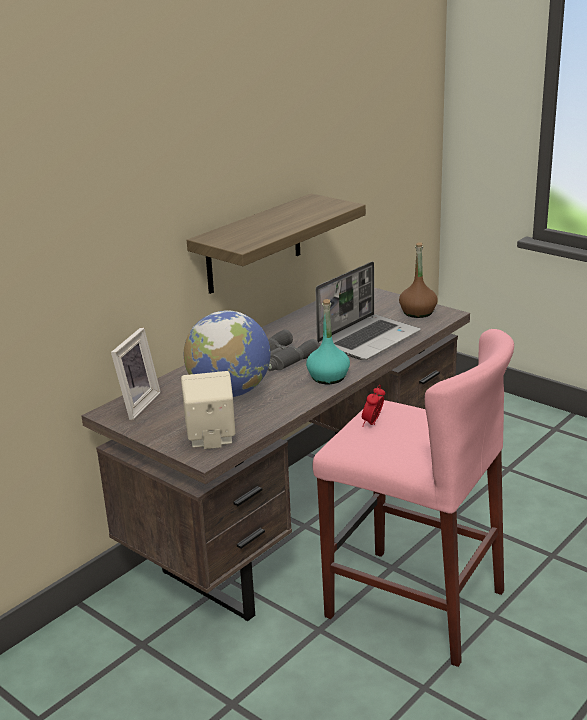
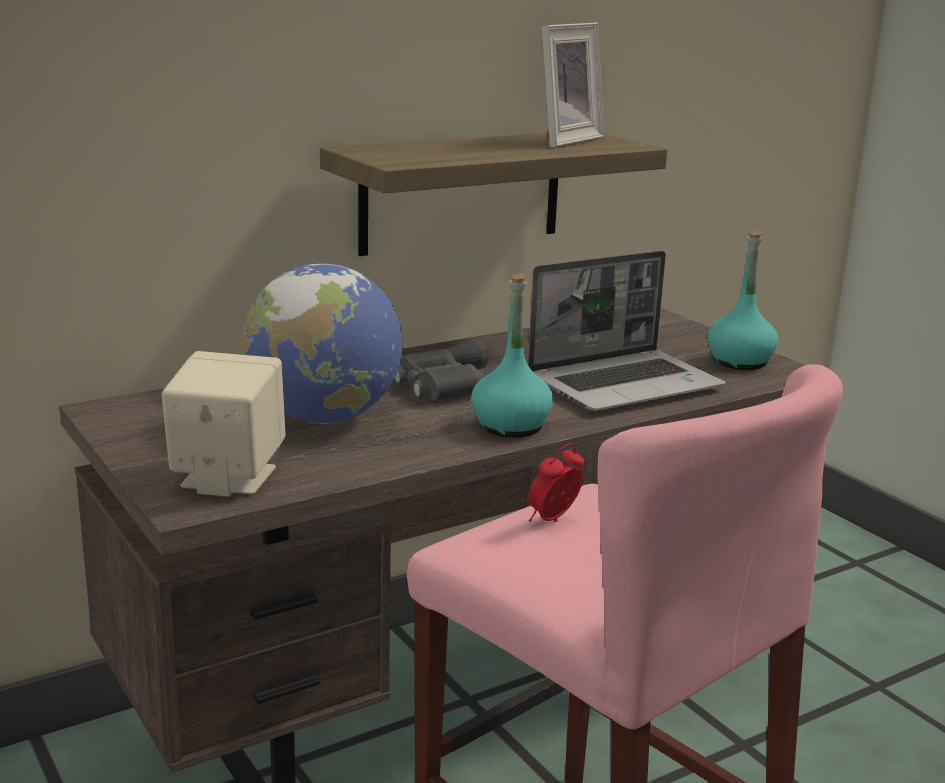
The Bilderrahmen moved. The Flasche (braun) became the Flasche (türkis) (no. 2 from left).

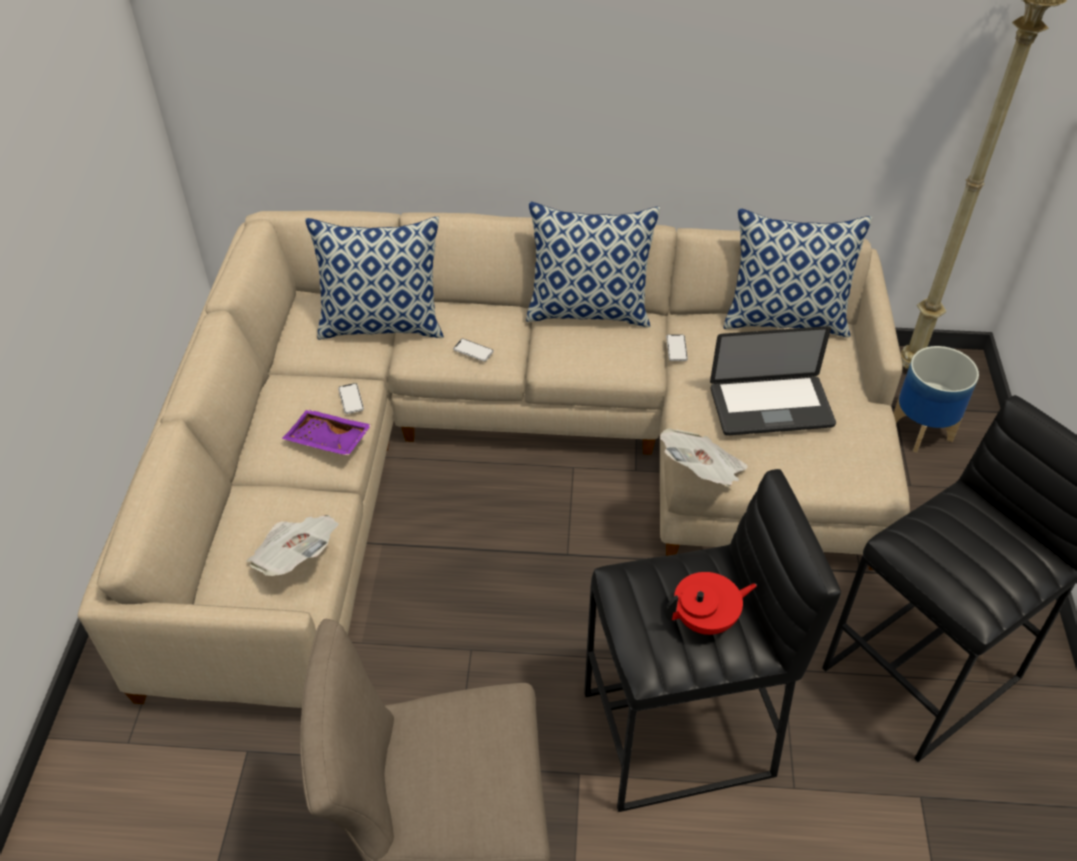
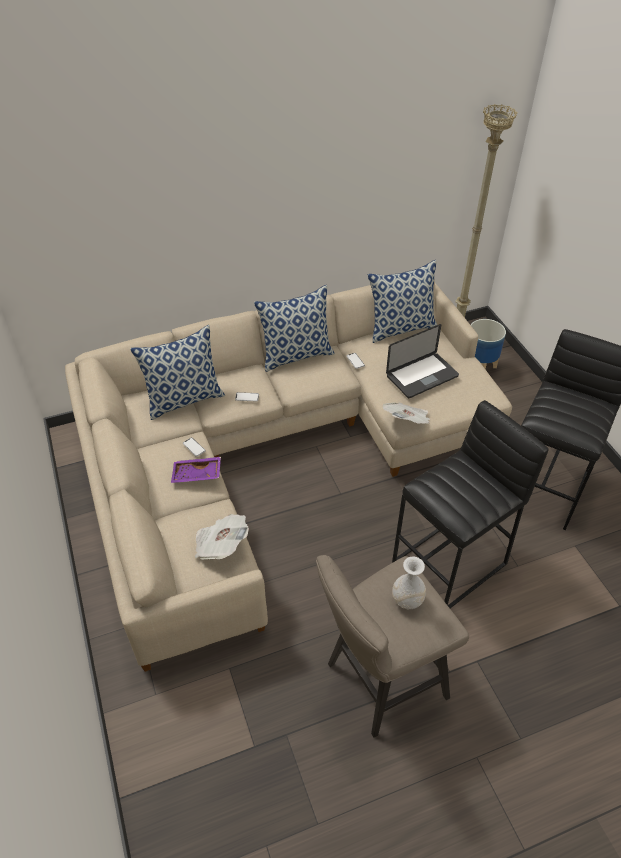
The Teekanne (rot) disappeared. The Vase (weiß) appeared.

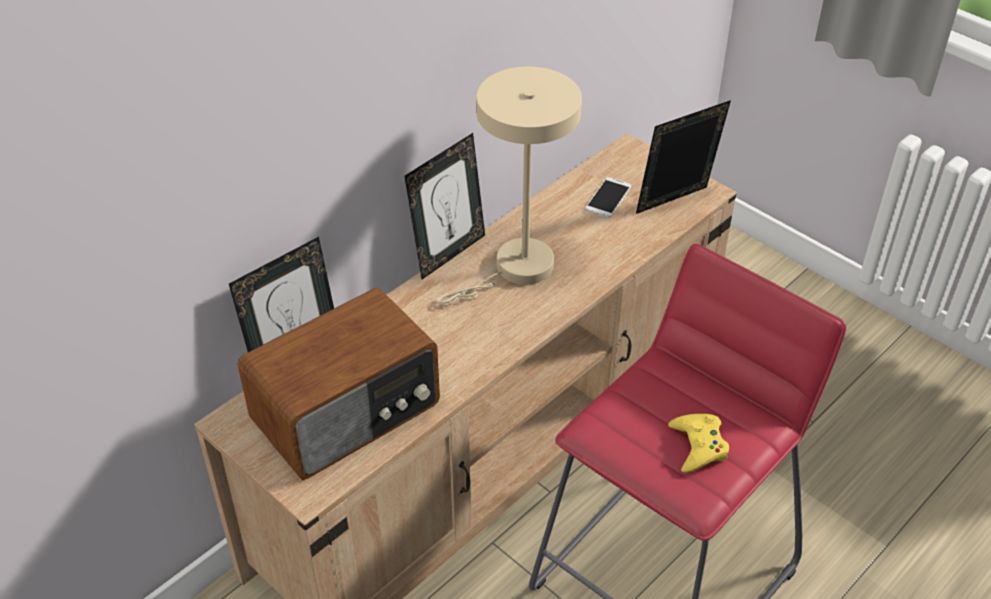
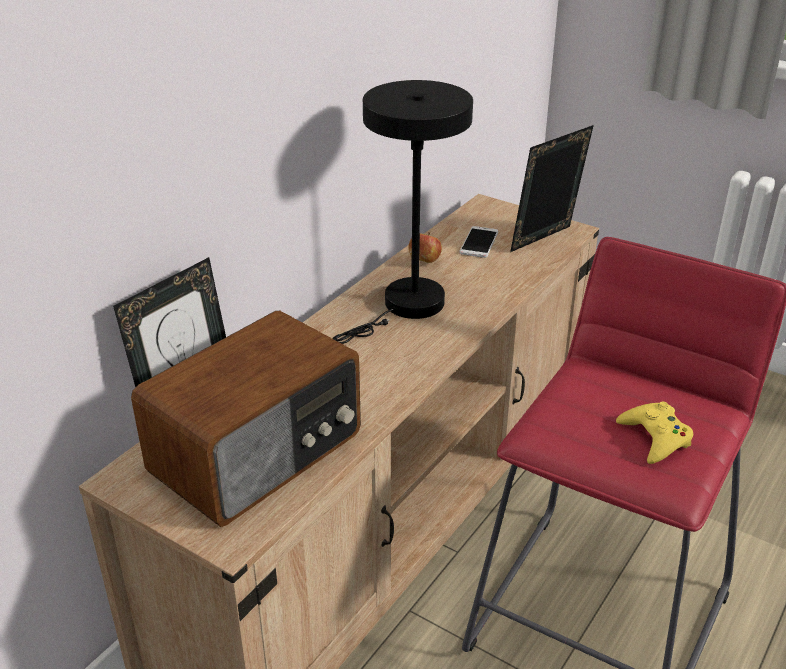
The Bilderrahmen (no. 2 from left) disappeared. The Apfel appeared. The Tischlampe (beige) became the Tischlampe (schwarz).

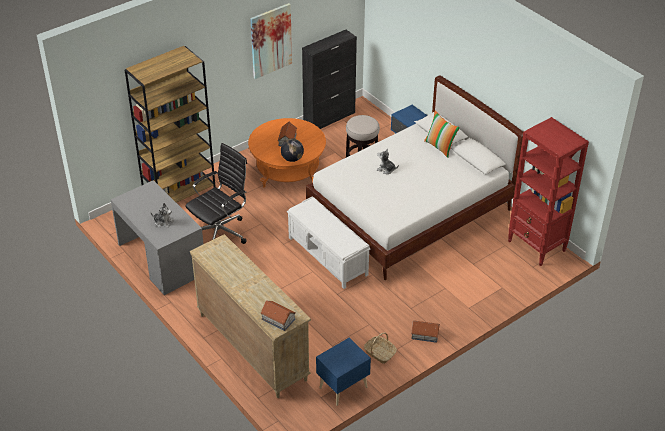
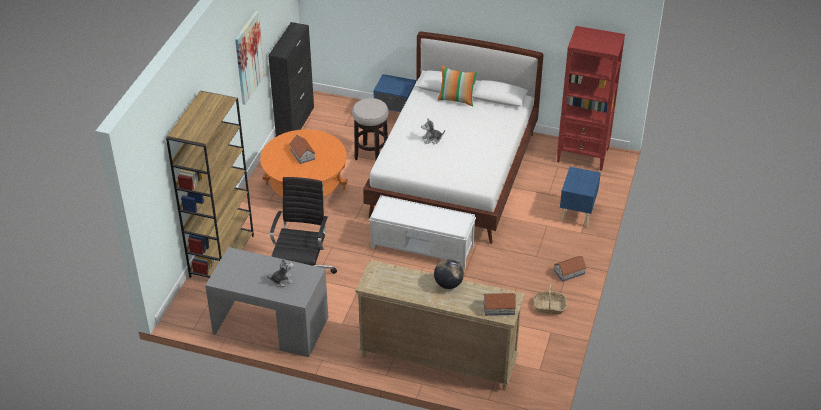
The Globus moved. The Nachttisch (blau) (no. 1 from left in the first image) moved.

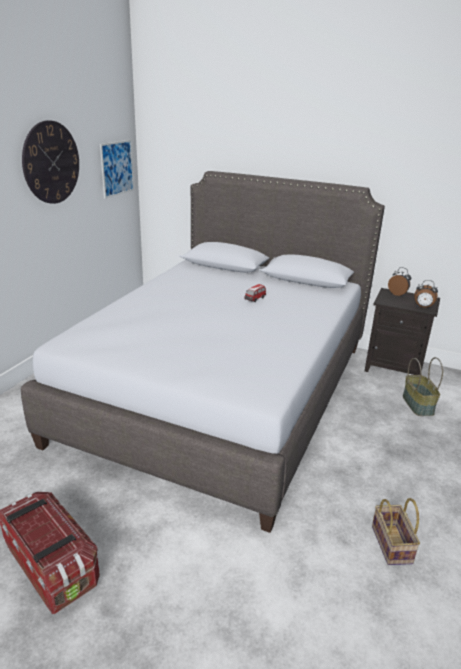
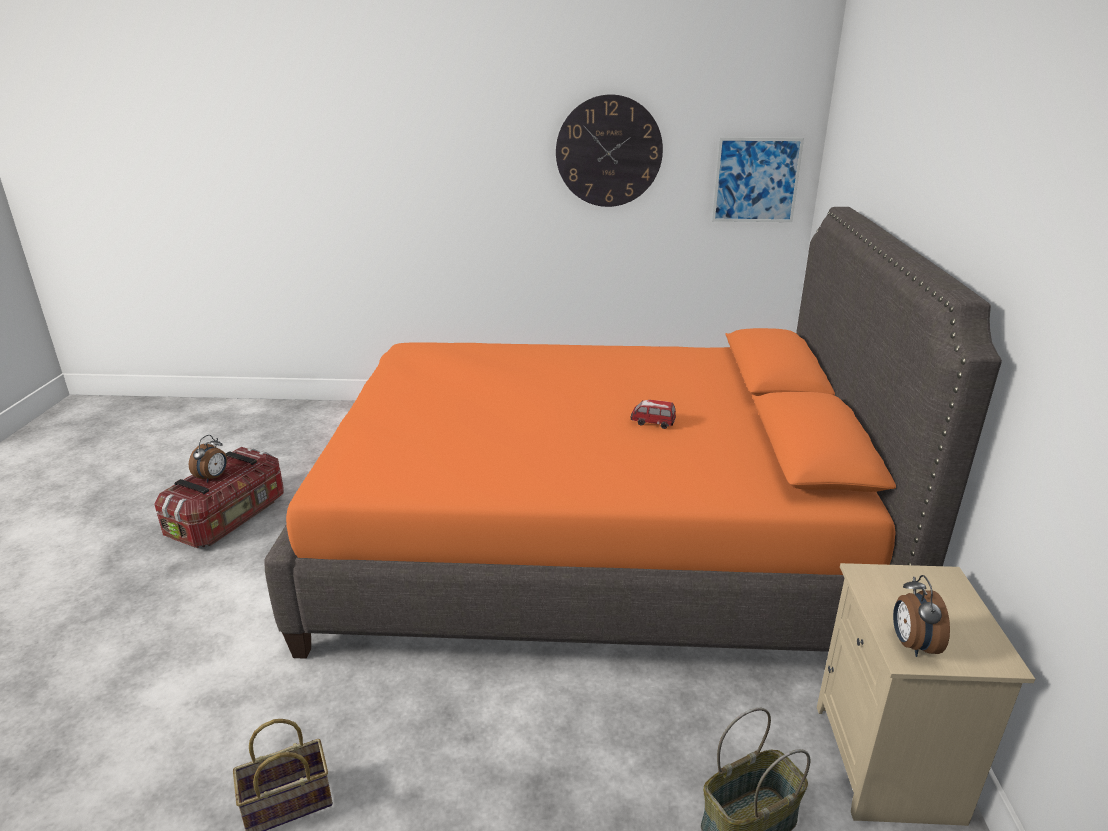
The Wecker (no. 1 from left) moved. The Bett (grau) became the Bett (orange). The Nachttisch (schwarz) became the Nachttisch (beige).

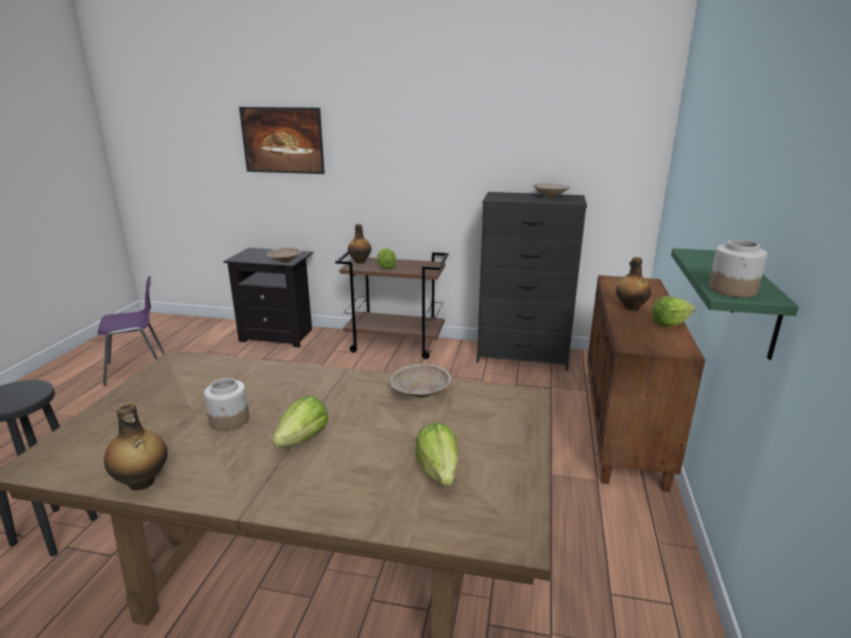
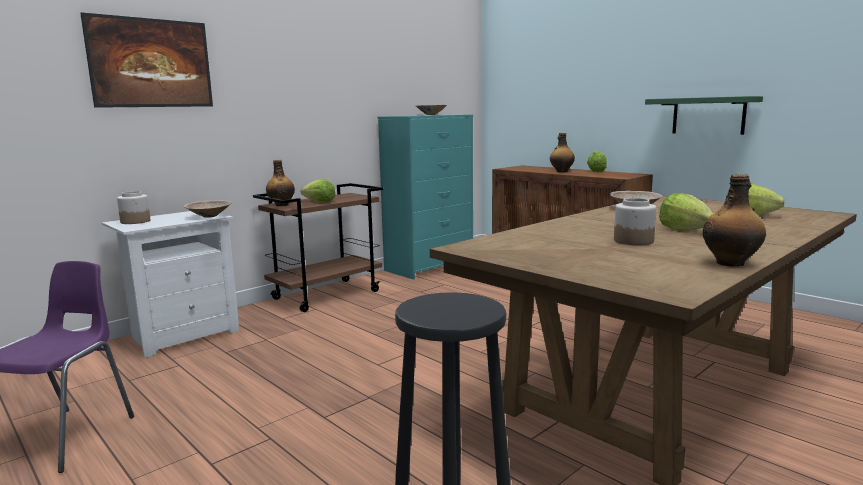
The Vorratsglas (no. 2 from left in the first image) moved. The Nachttisch (schwarz) became the Nachttisch (weiß). The Kommode (schwarz) became the Kommode (türkis).

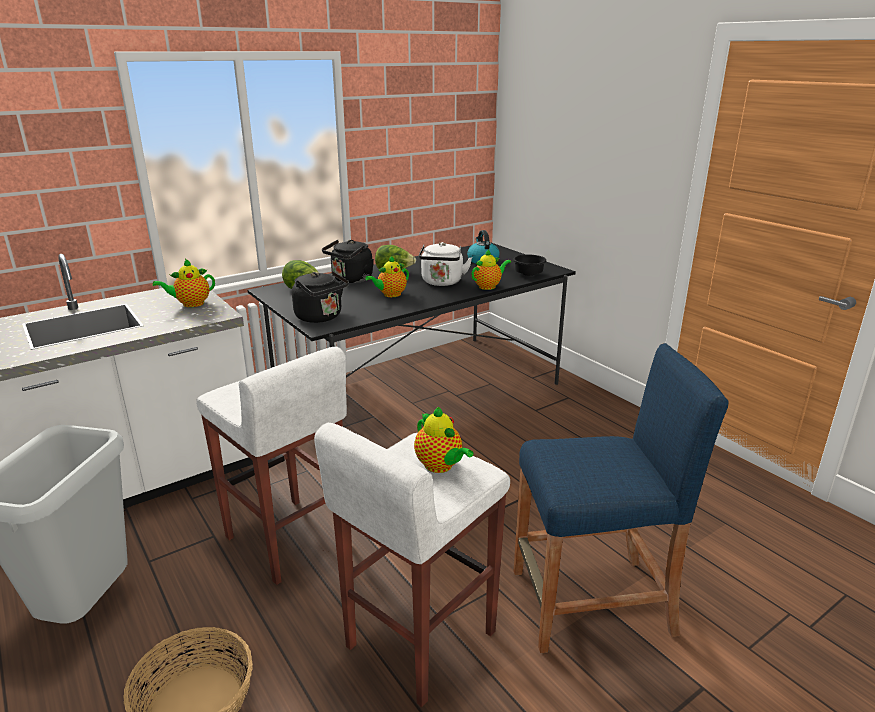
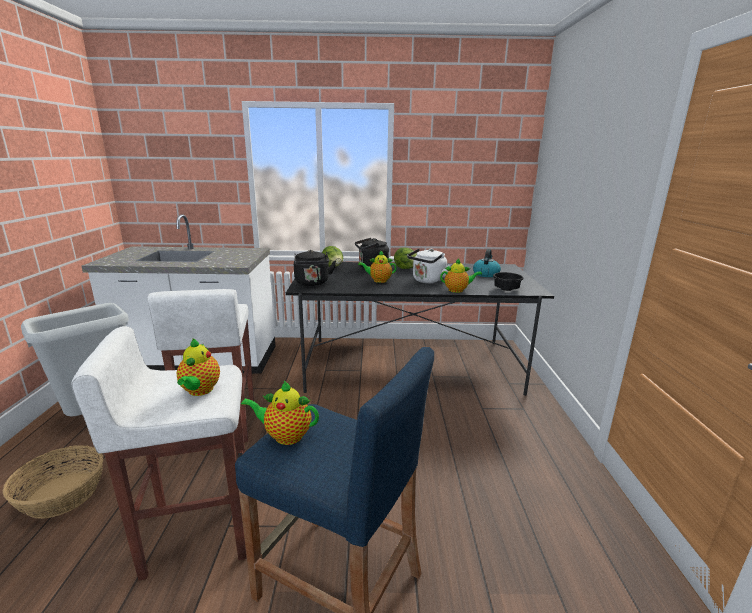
The Teekanne (no. 1 from left in the first image) moved.

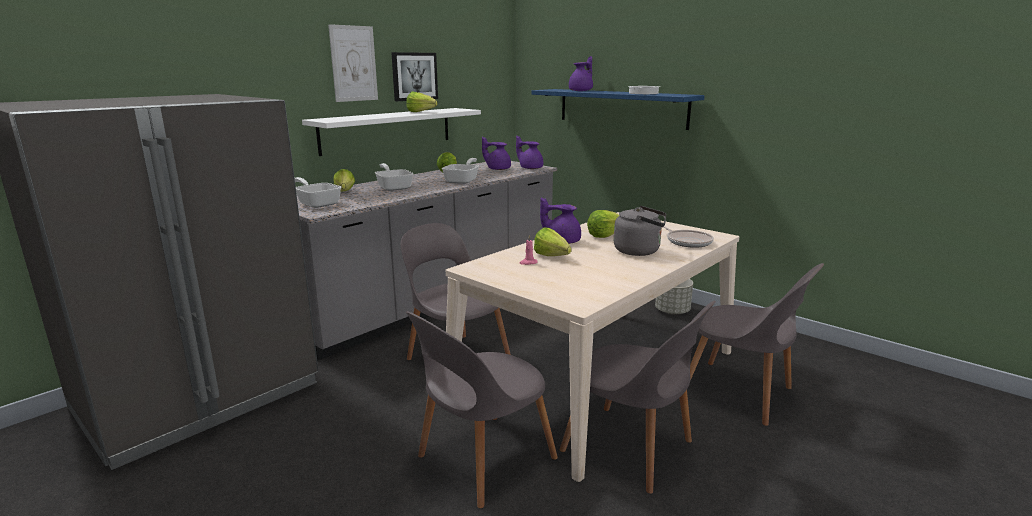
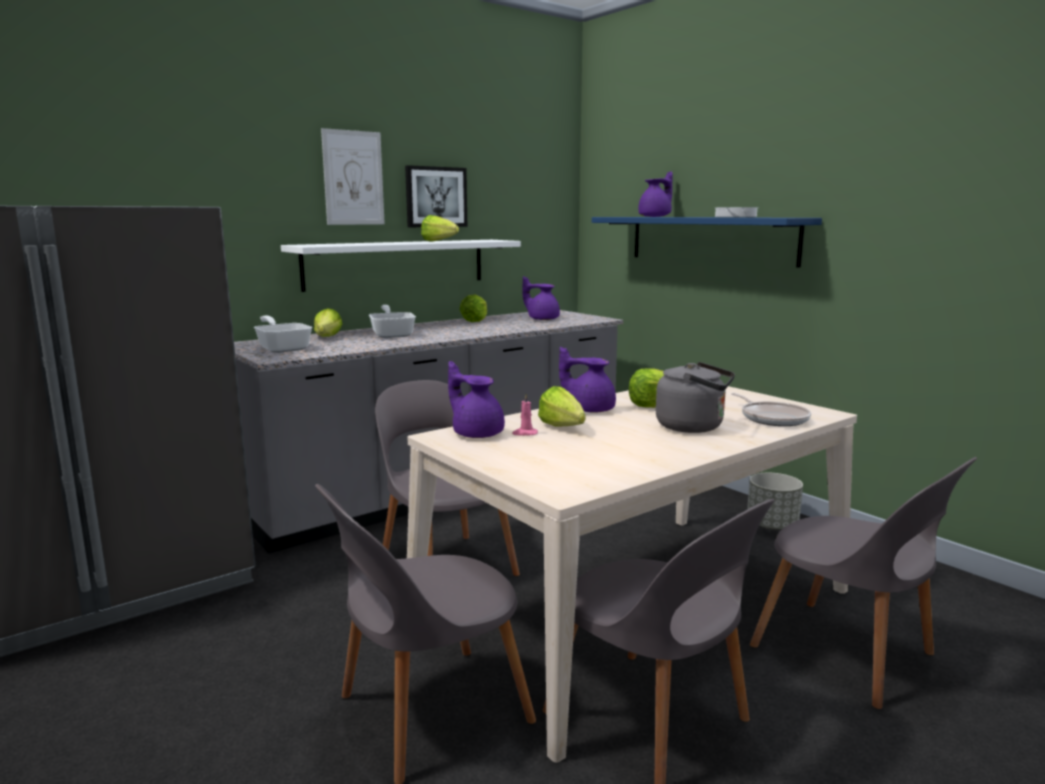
The Pfanne (no. 3 from left) disappeared. The Teekanne (lila) (no. 2 from left in the first image) moved.

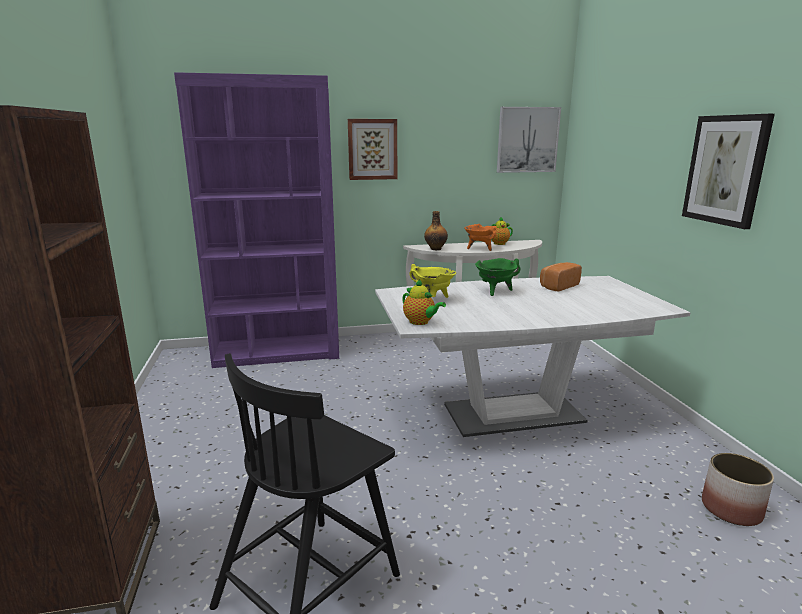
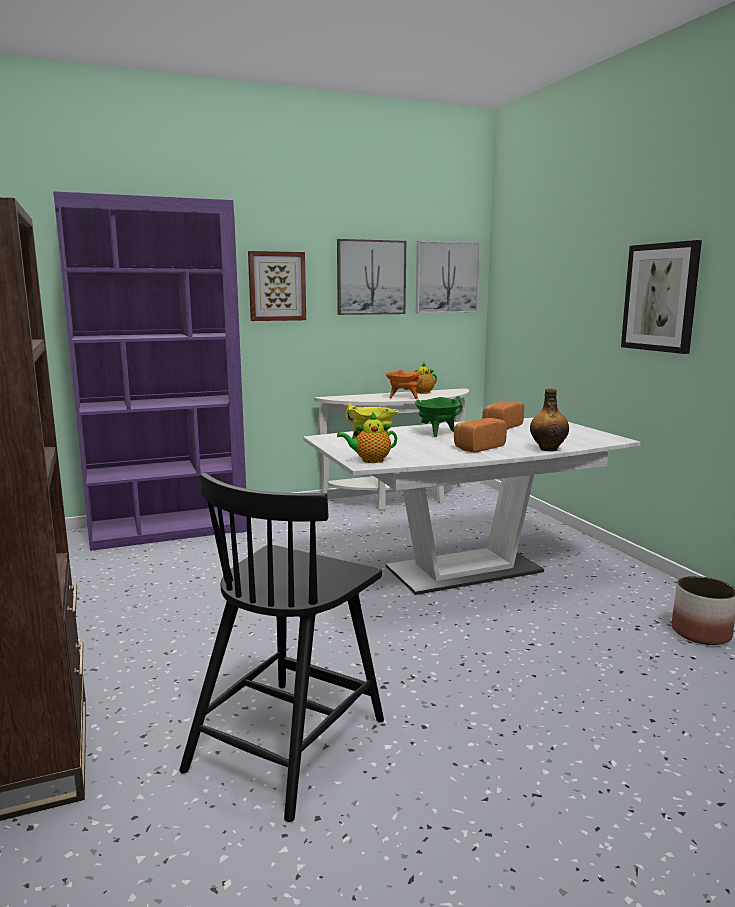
The Bild (no. 2 from left) appeared. The Brot (no. 1 from left) appeared. The Flasche moved. The Teekanne (no. 1 from left) turned 135 degrees clockwise.

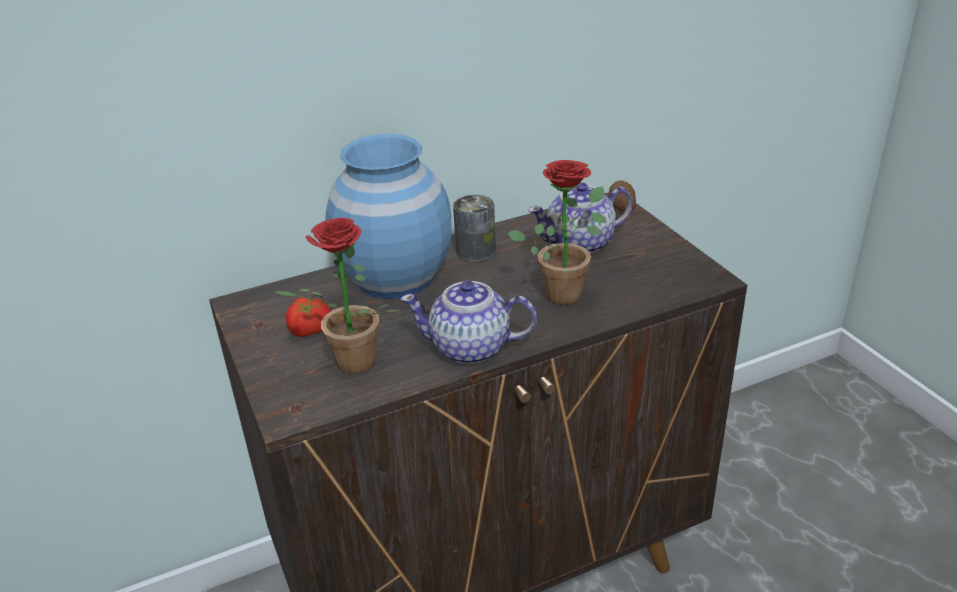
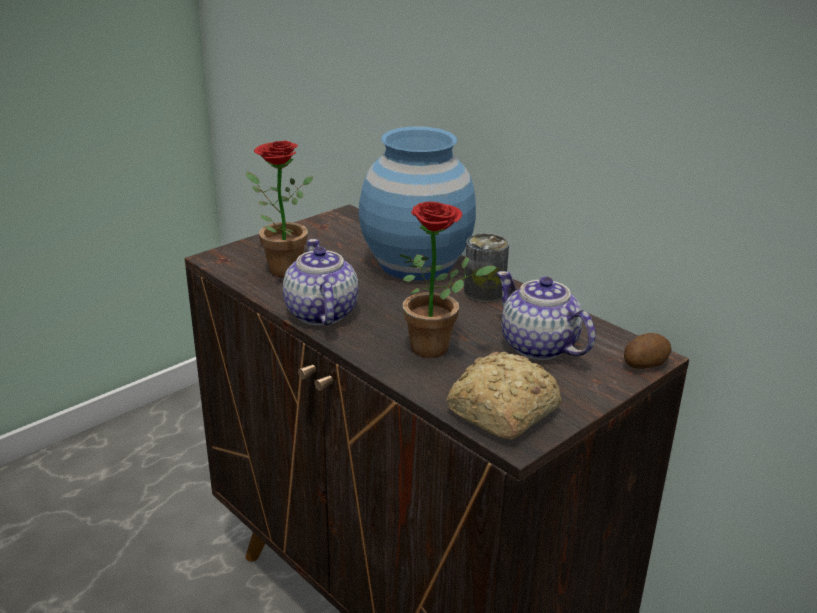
The Tomate disappeared. The Brot appeared.

